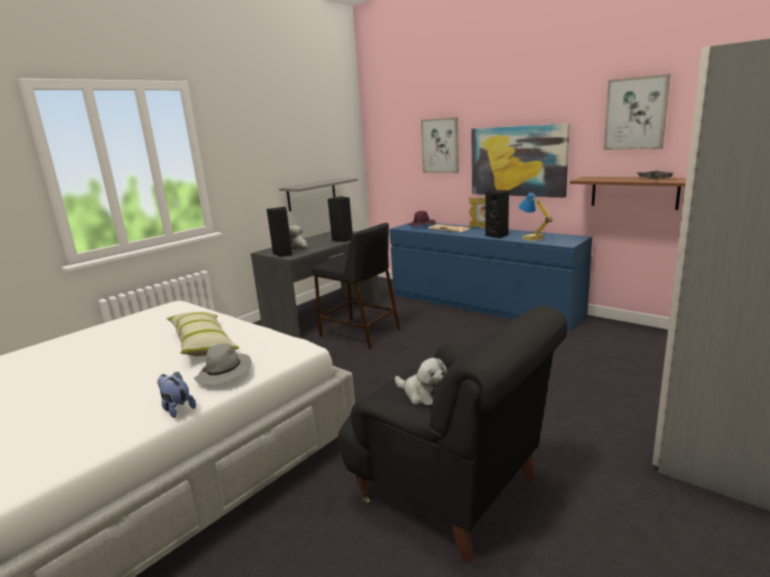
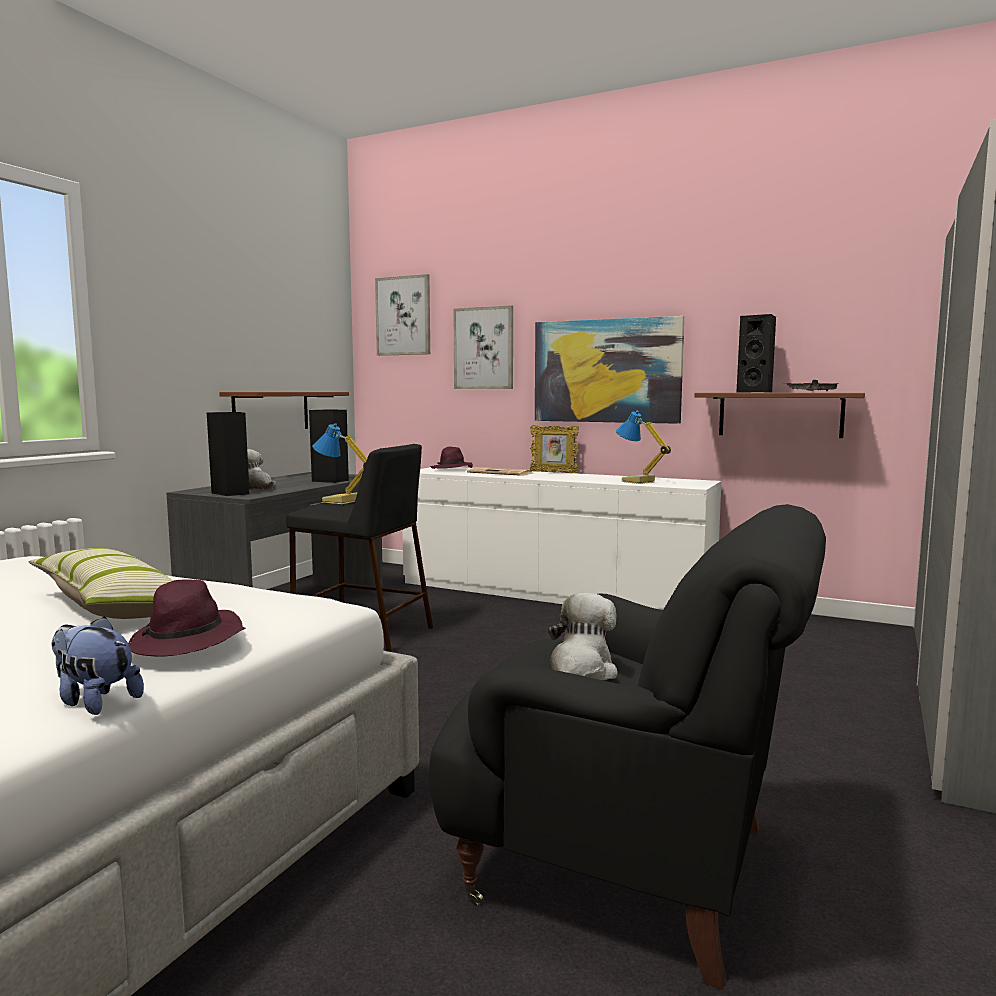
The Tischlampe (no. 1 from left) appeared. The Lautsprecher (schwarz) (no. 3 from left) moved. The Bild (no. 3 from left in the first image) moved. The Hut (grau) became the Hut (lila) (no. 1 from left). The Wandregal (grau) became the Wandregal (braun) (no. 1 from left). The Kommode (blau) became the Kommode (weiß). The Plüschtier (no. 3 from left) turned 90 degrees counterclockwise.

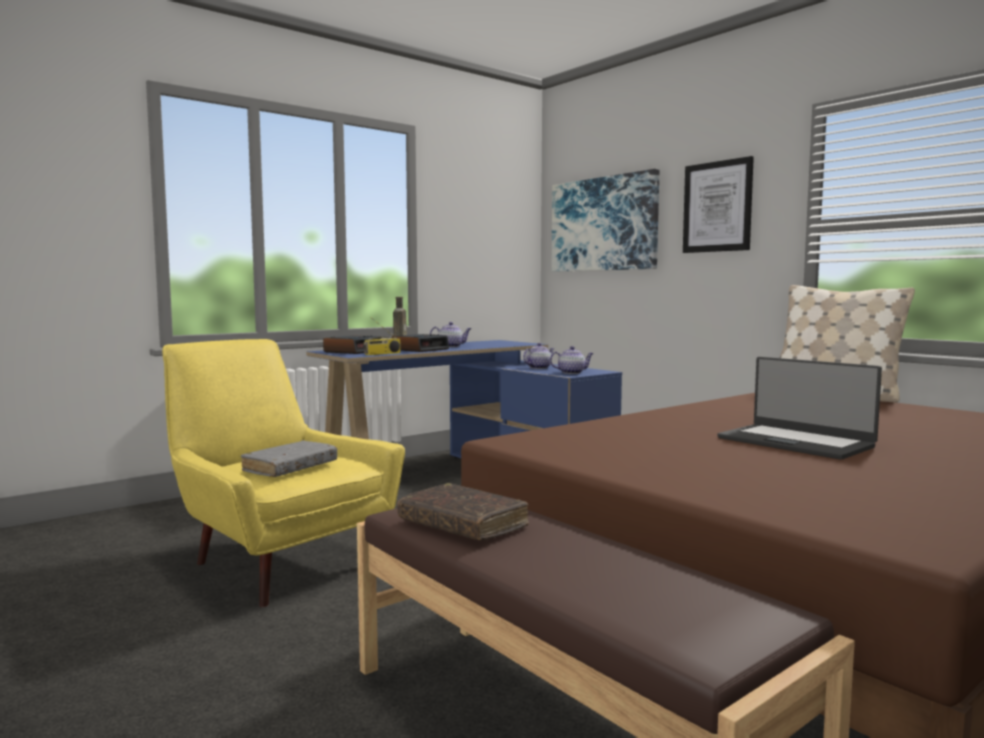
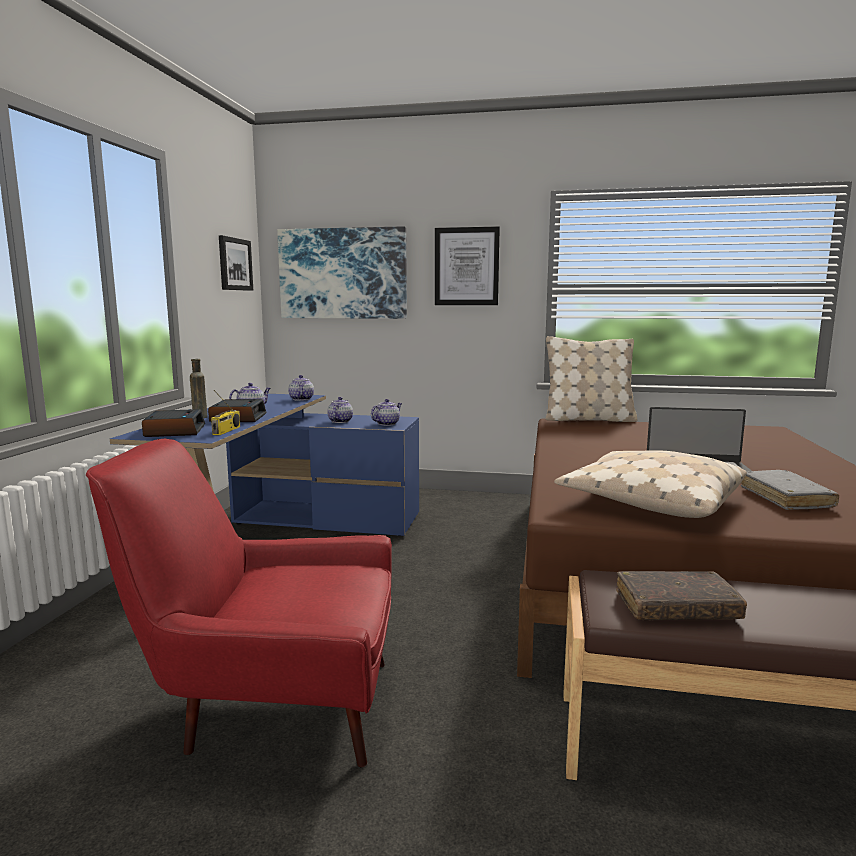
The Bild (no. 1 from left) appeared. The Teekanne (no. 2 from left) appeared. The Kissen (beige) (no. 2 from left) appeared. The Buch (grau) moved. The Sessel (gelb) became the Sessel (rot).

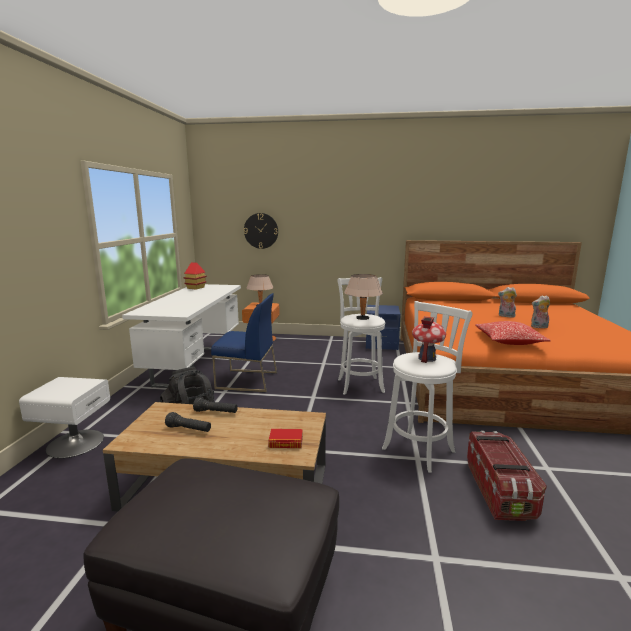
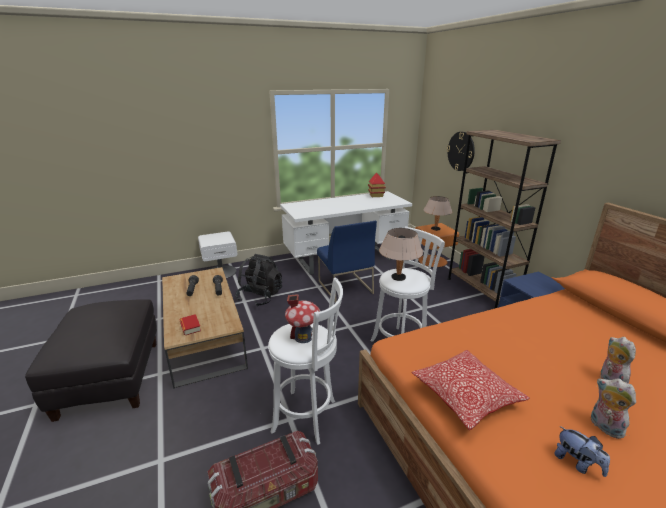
The Bücherregal (braun) appeared. The Plüschtier (no. 1 from left) appeared.

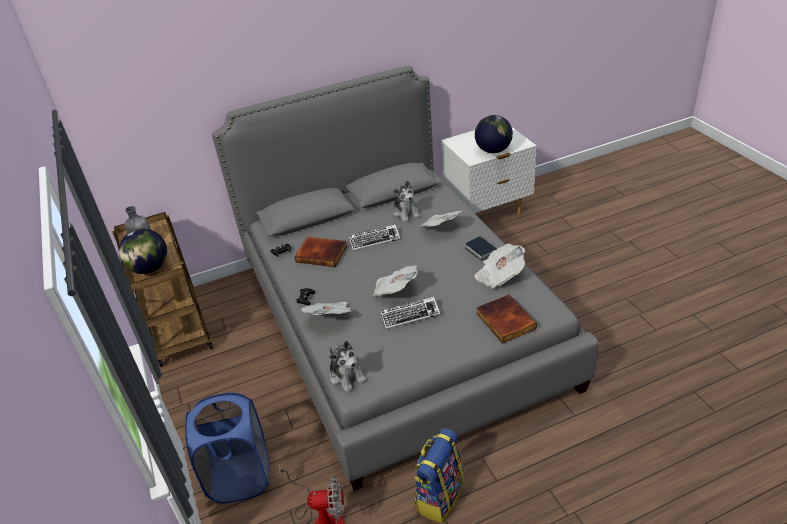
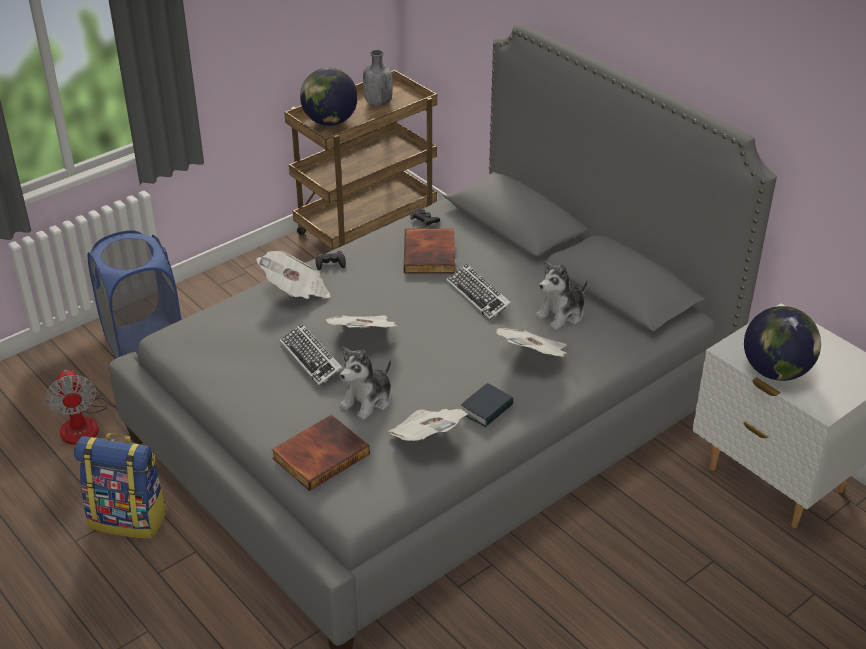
The Plüschtier (no. 1 from left) moved.

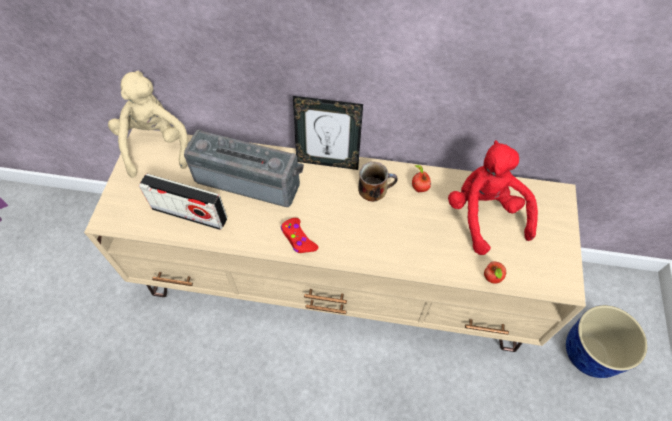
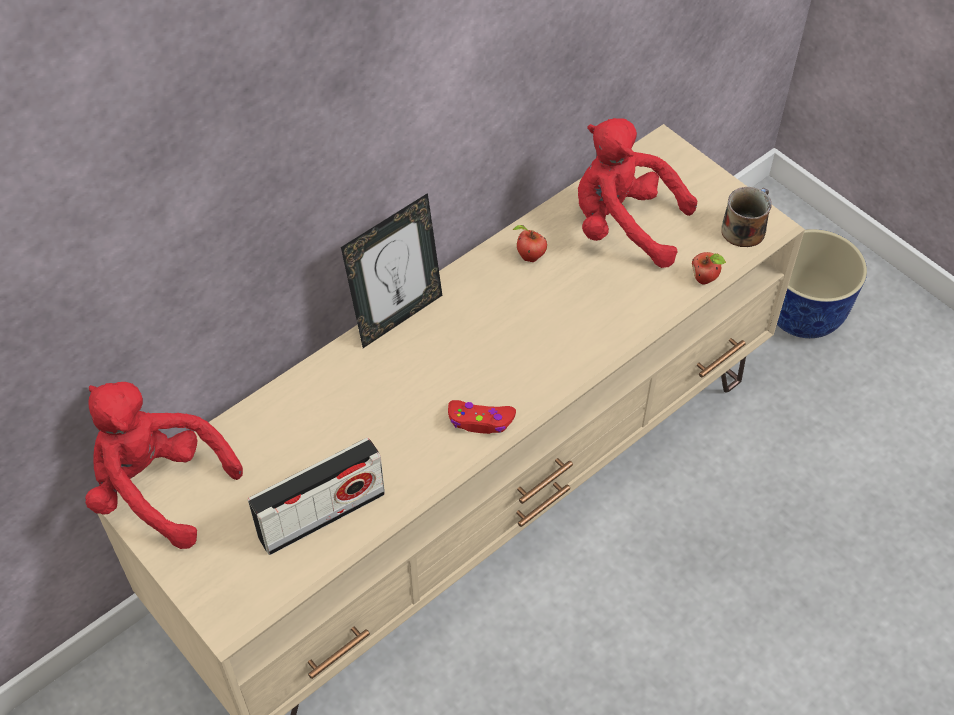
The Radio (no. 2 from left) disappeared. The Henkelbecher moved. The Plüschtier (beige) became the Plüschtier (rot) (no. 1 from left).

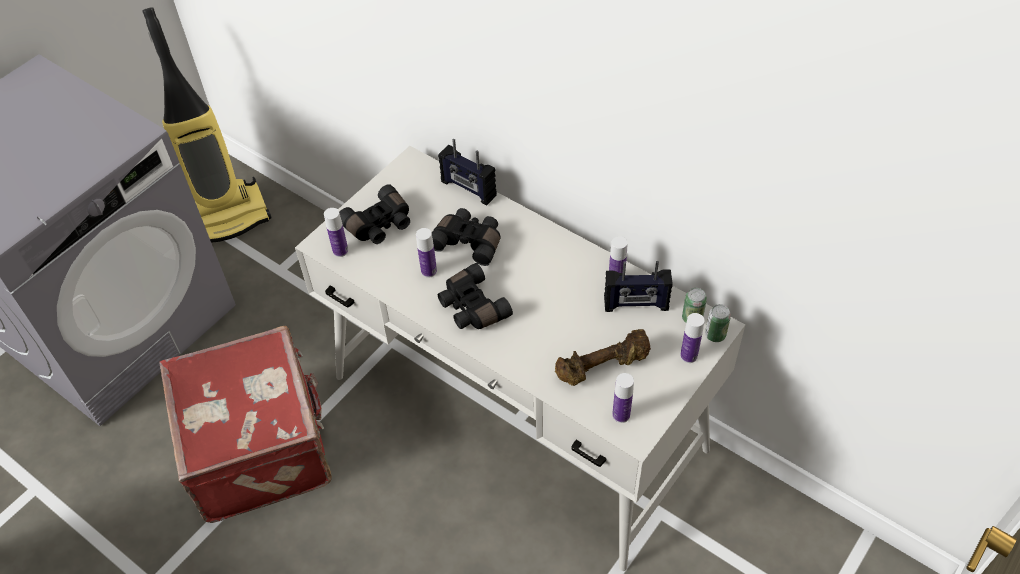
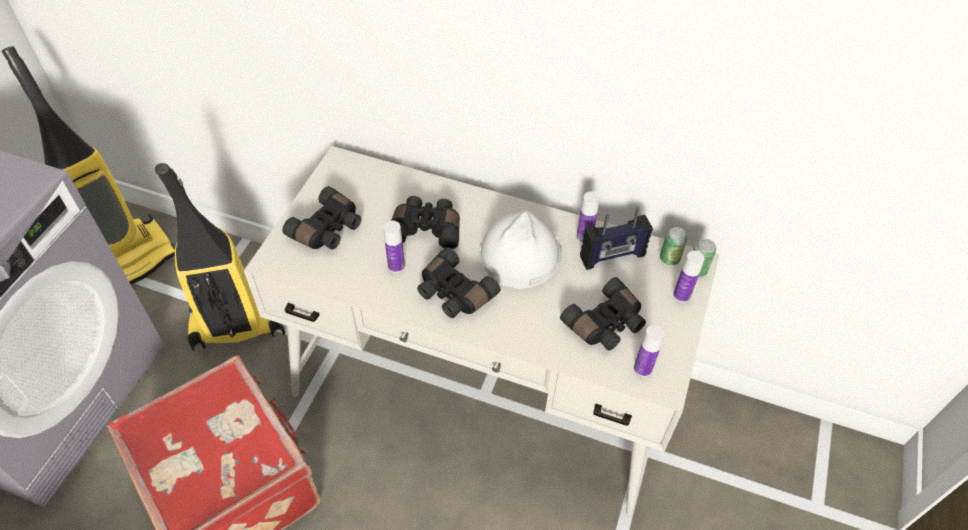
The Flasche (no. 1 from left) disappeared. The Radio (no. 1 from left) disappeared. The Staubsauger (no. 2 from left) appeared. The Schutzhelm (weiß) appeared. The Hantel (braun) was replaced by the Fernglas (schwarz) (no. 4 from left).

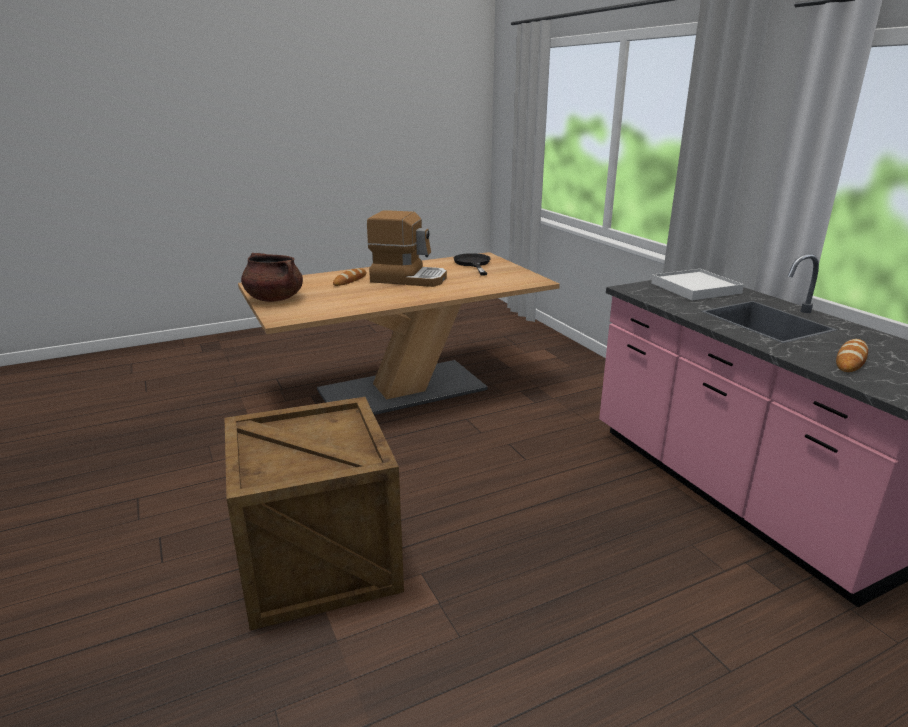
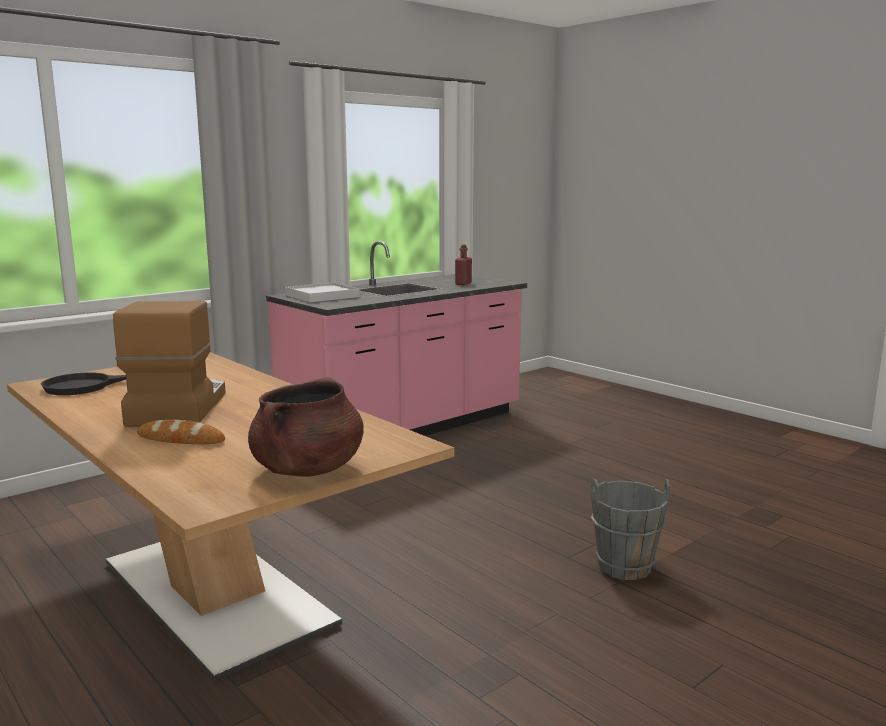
The Kiste was replaced by the Eimer (grau). The Brot (no. 2 from left) was replaced by the Flasche (rot).

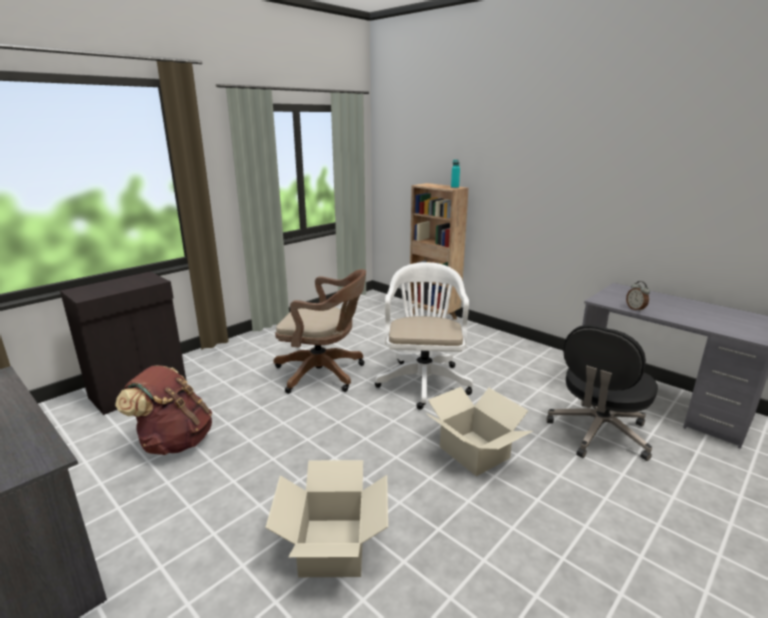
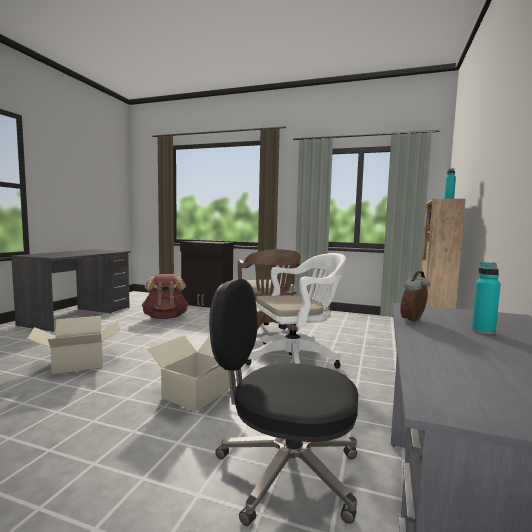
The Flasche (türkis) (no. 2 from left) appeared.

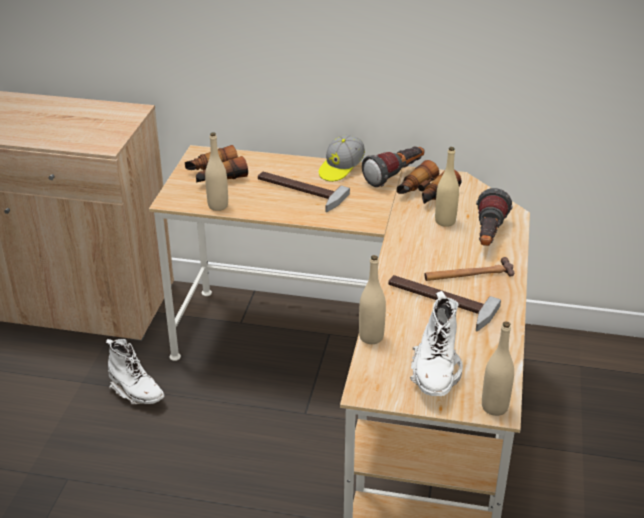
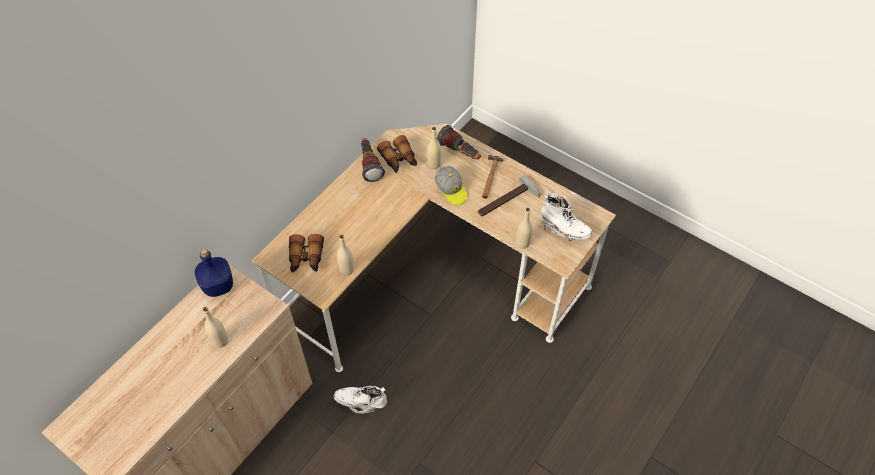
The Hammer (no. 1 from left) disappeared. The Flasche (blau) appeared. The Kappe moved. The Flasche (beige) (no. 4 from left in the first image) moved. The Stiefel (weiß) (no. 1 from left) turned 150 degrees counterclockwise.

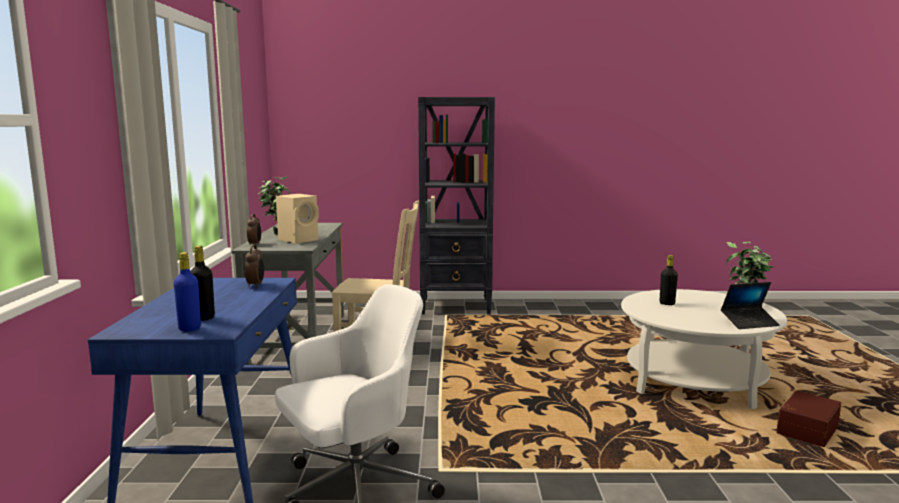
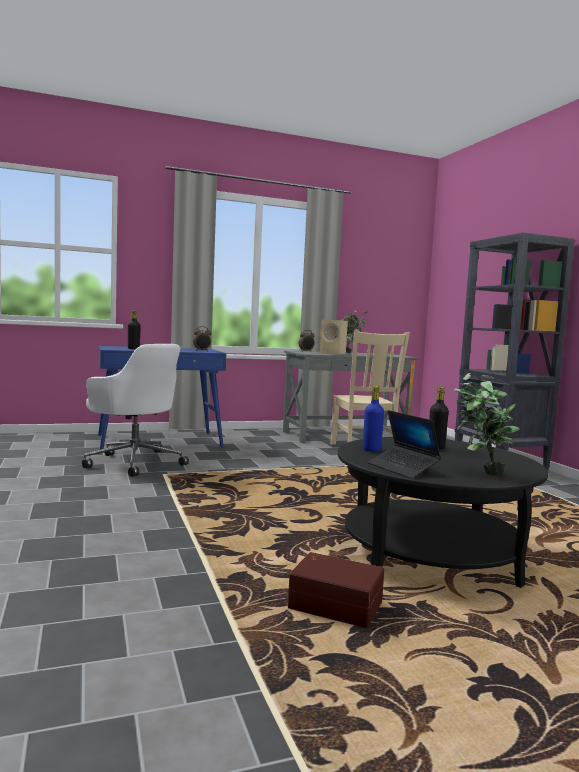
The Flasche (blau) moved. The Couchtisch (weiß) became the Couchtisch (schwarz).

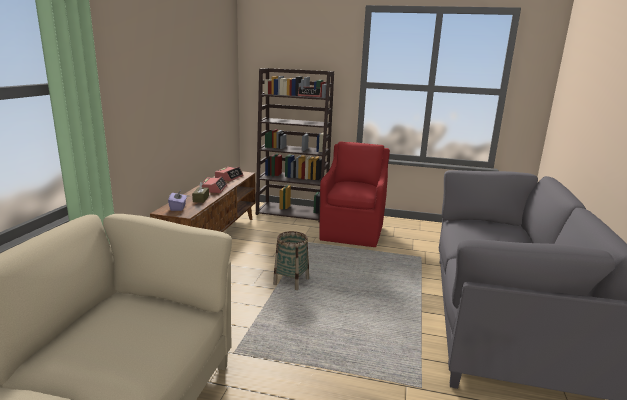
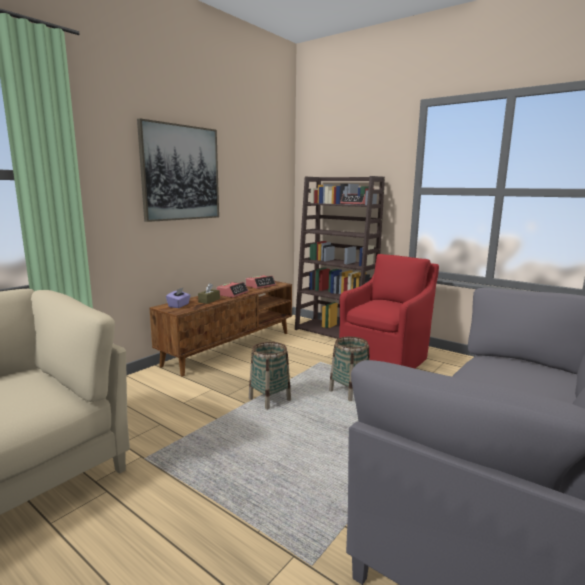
The Bild appeared. The Korb (no. 2 from left) appeared.

